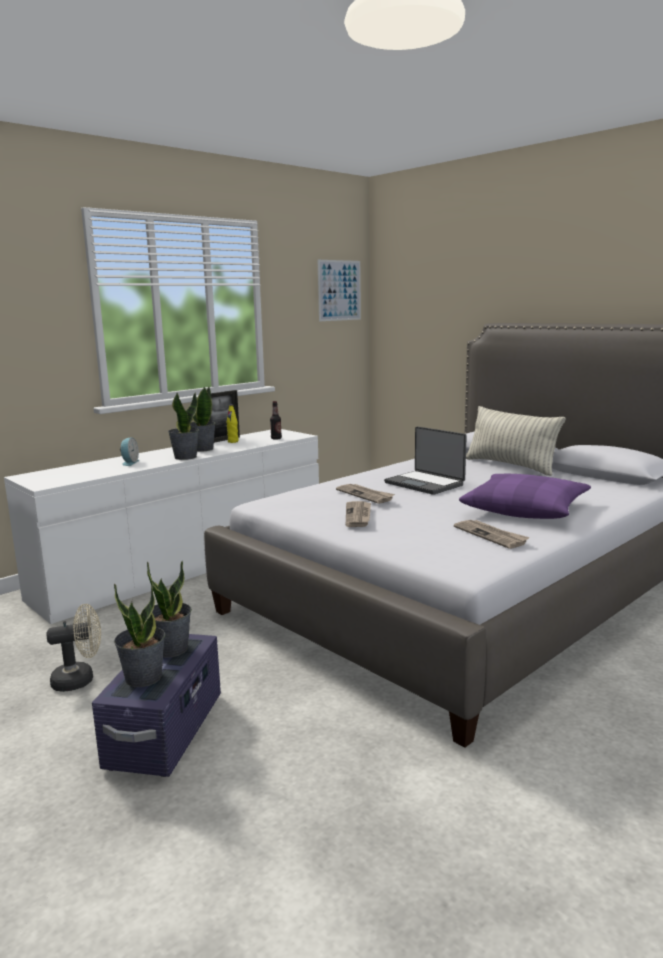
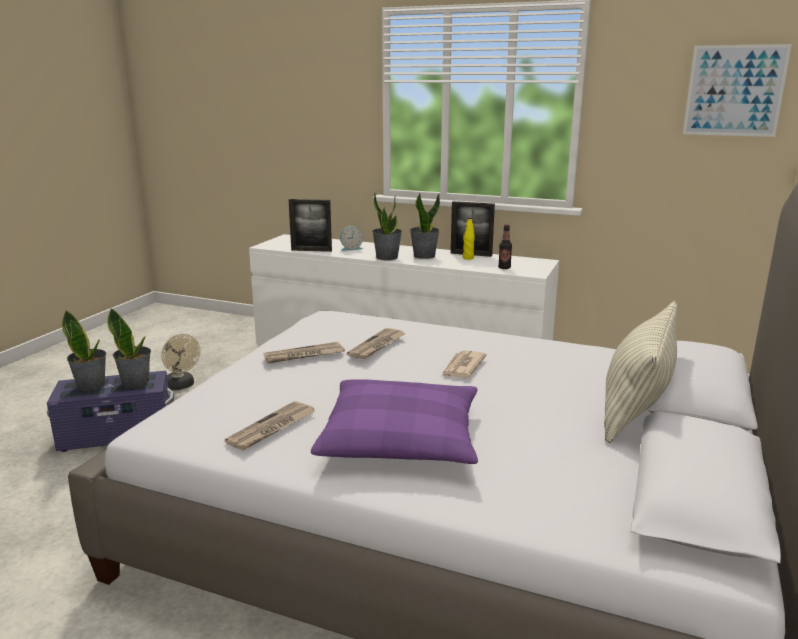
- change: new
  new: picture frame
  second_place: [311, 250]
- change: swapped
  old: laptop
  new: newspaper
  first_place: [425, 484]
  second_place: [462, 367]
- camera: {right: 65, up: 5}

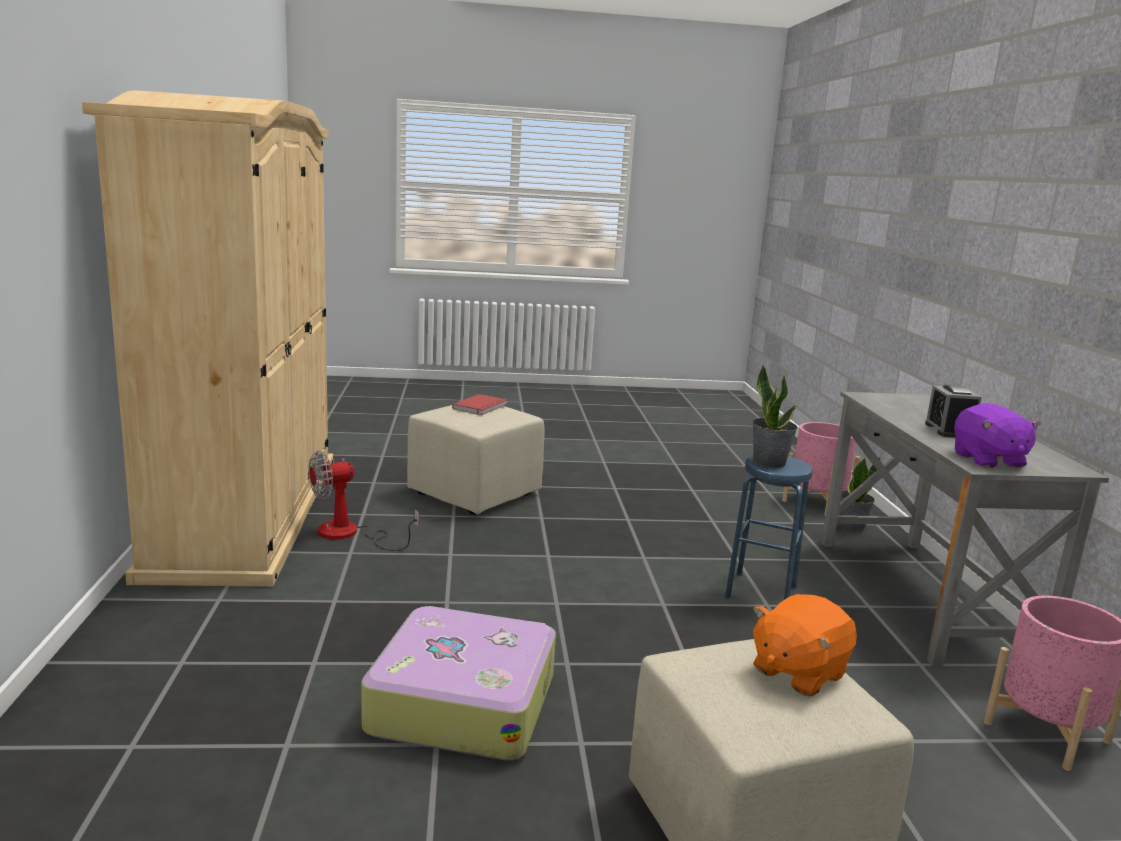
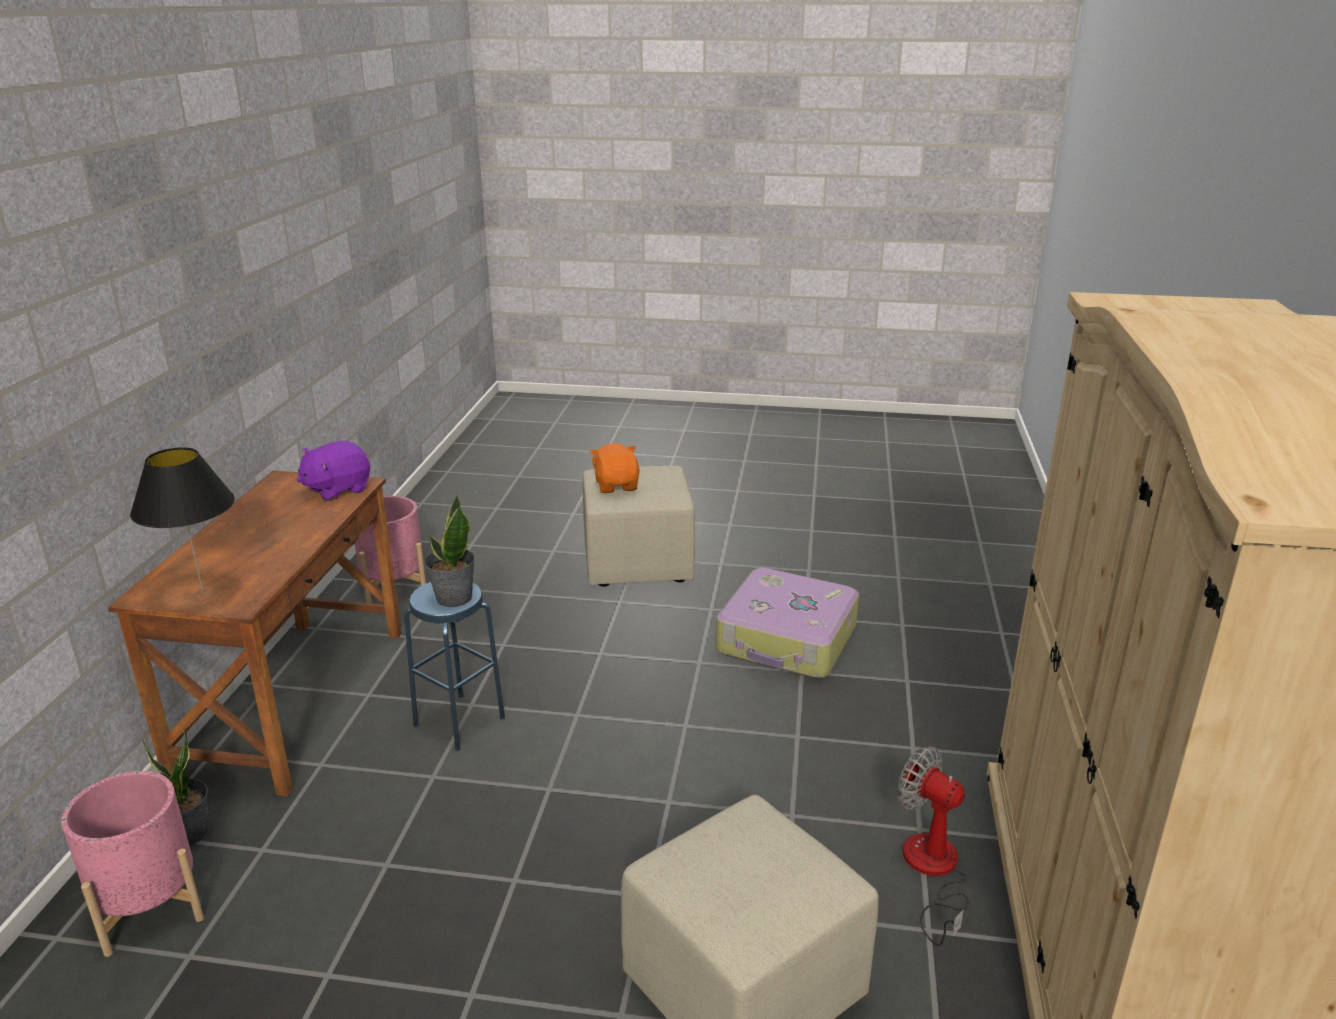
- change: gone
  old: book (red)
  first_place: [481, 407]
- change: gone
  old: alarm clock
  first_place: [949, 430]
- change: new
  new: table lamp (black)
  second_place: [203, 593]
- change: repainted
  old: desk (grey)
  new: desk (brown)
  first_place: [923, 597]
  second_place: [294, 700]
- change: rotated
  old: fan
  first_place: [350, 534]
  second_place: [932, 871]
  degrees: -120
- change: rotated
  old: plush toy (orange)
  first_place: [797, 672]
  second_place: [616, 485]
  degrees: -75
- change: rotated
  old: plush toy (purple)
  first_place: [988, 460]
  second_place: [337, 489]
  degrees: -135
- camera: {right: -165, up: 10}

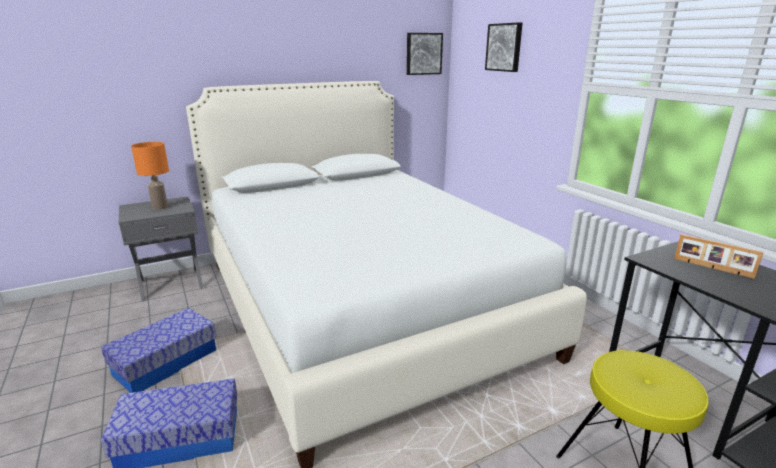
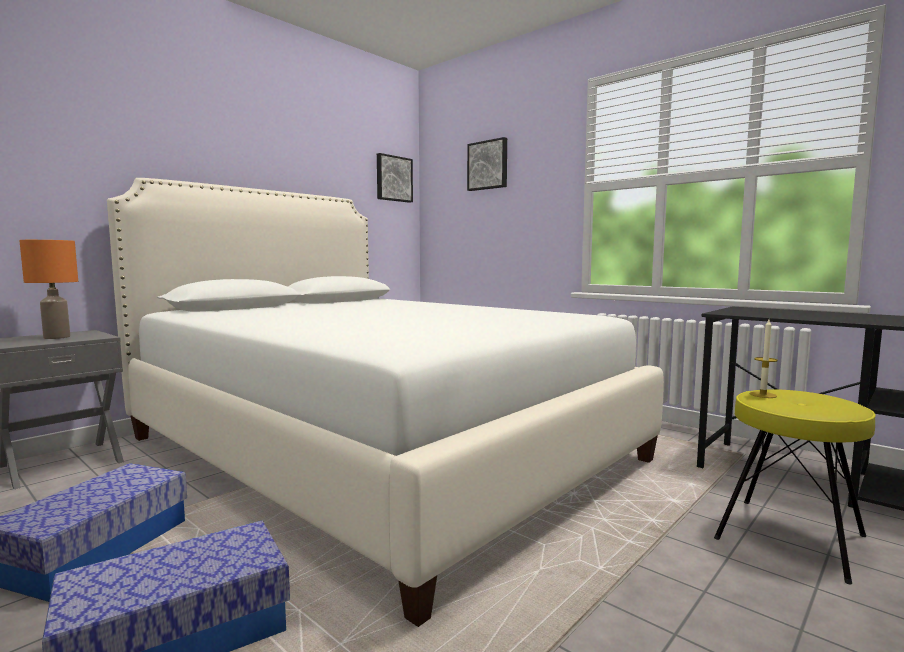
- change: gone
  old: picture frame
  first_place: [712, 268]
- change: new
  new: candle
  second_place: [763, 395]
- camera: {right: -20, up: -15}

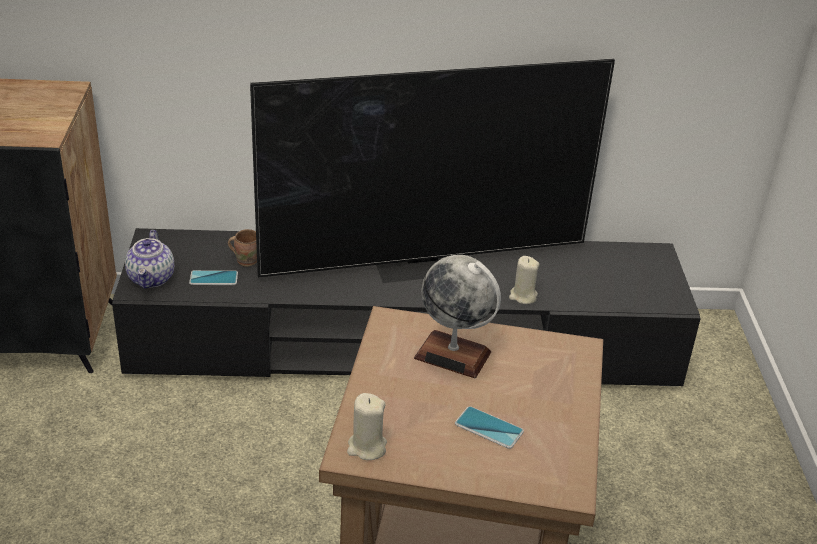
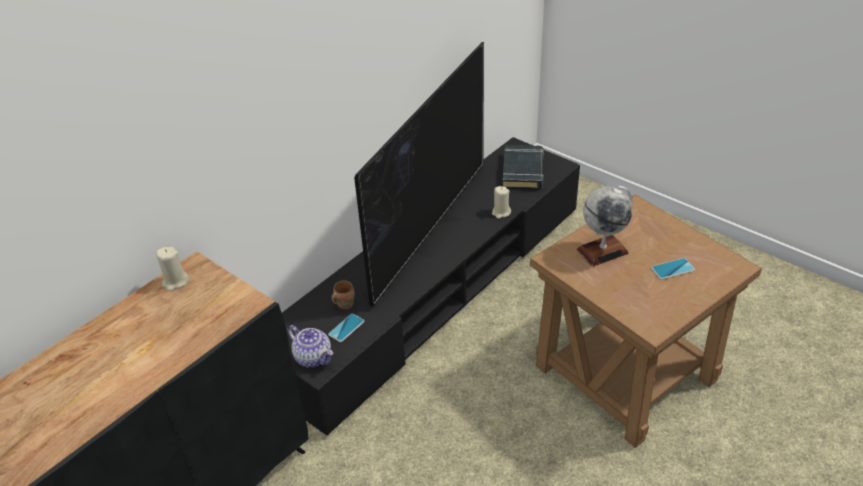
- change: new
  new: book (black)
  second_place: [523, 171]
- change: shifted
  old: candle (beige)
  first_place: [366, 447]
  second_place: [175, 282]
- camera: {right: -45, up: 5}

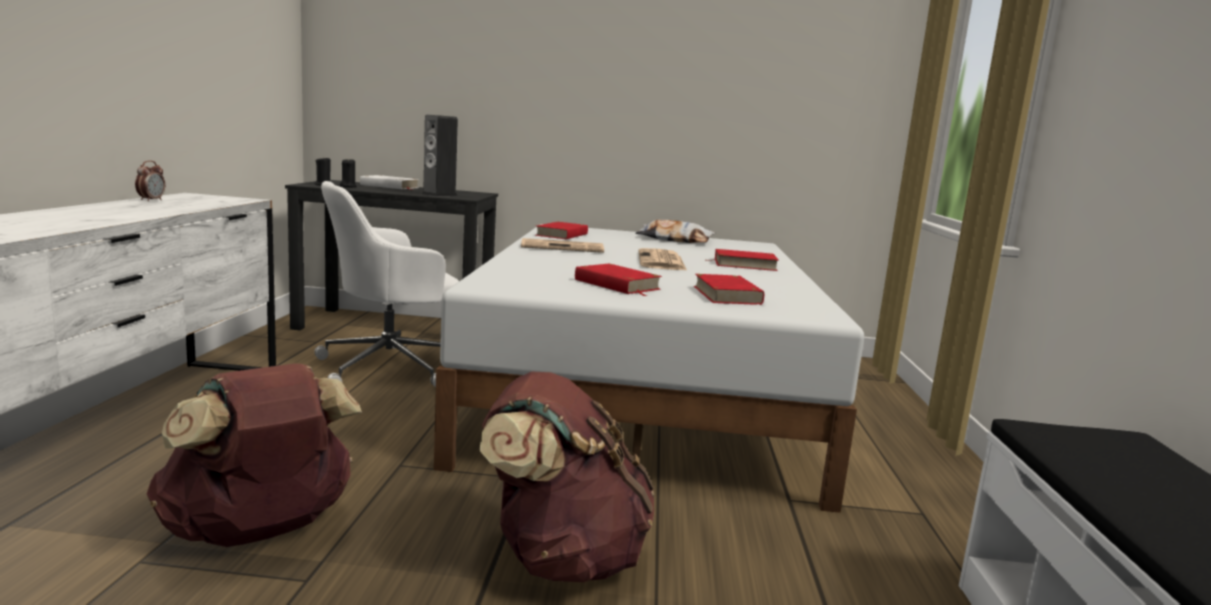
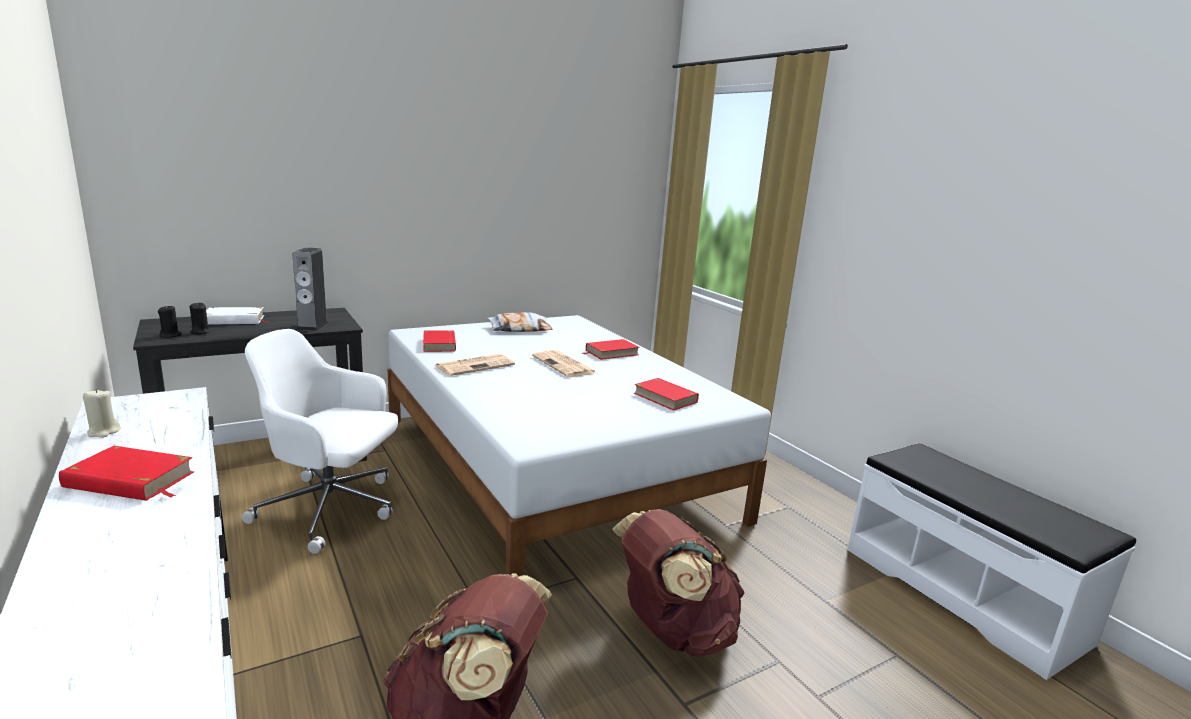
- change: shifted
  old: book (red)
  first_place: [617, 285]
  second_place: [130, 480]
- change: swapped
  old: alarm clock
  new: candle (beige)
  first_place: [151, 200]
  second_place: [103, 432]
- change: rotated
  old: office chair (white)
  first_place: [390, 367]
  second_place: [331, 509]
  degrees: 75
- camera: {right: -35, up: 5}

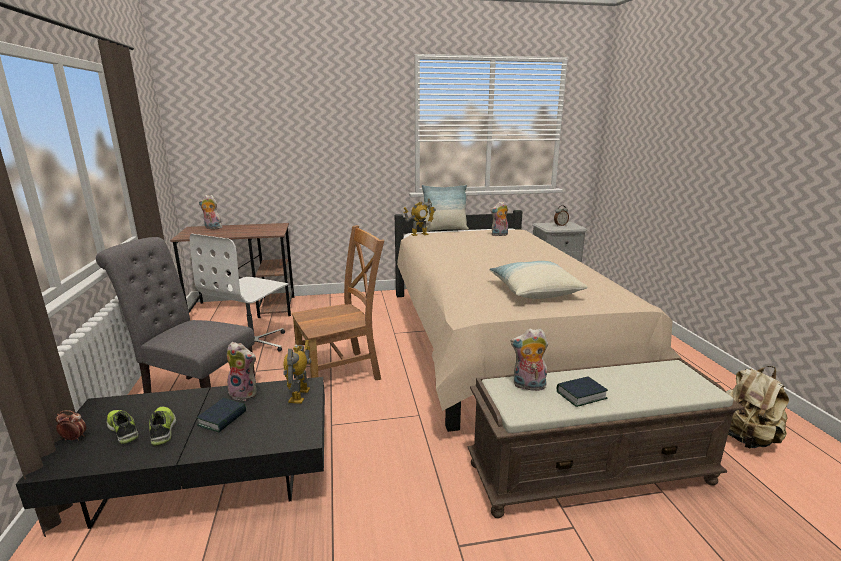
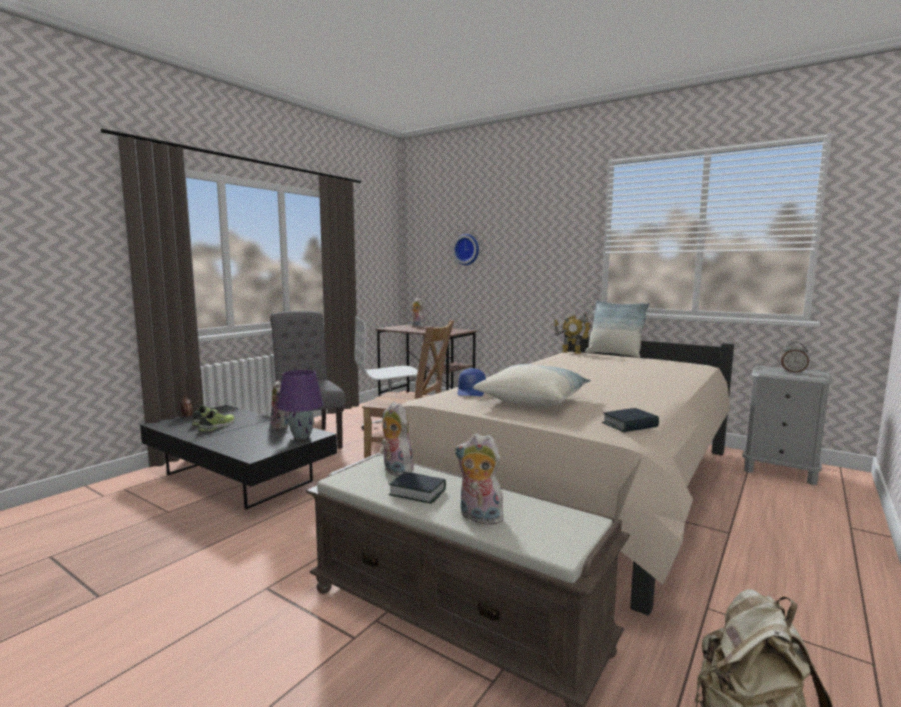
- change: new
  new: wall clock
  second_place: [467, 249]
- change: new
  new: cap (blue)
  second_place: [472, 392]
- change: shifted
  old: book
  first_place: [222, 418]
  second_place: [630, 425]
- change: shifted
  old: plush toy
  first_place: [499, 235]
  second_place: [478, 518]
- change: swapped
  old: toy robot
  new: table lamp (purple)
  first_place: [300, 395]
  second_place: [301, 437]
- camera: {right: 45, up: -10}

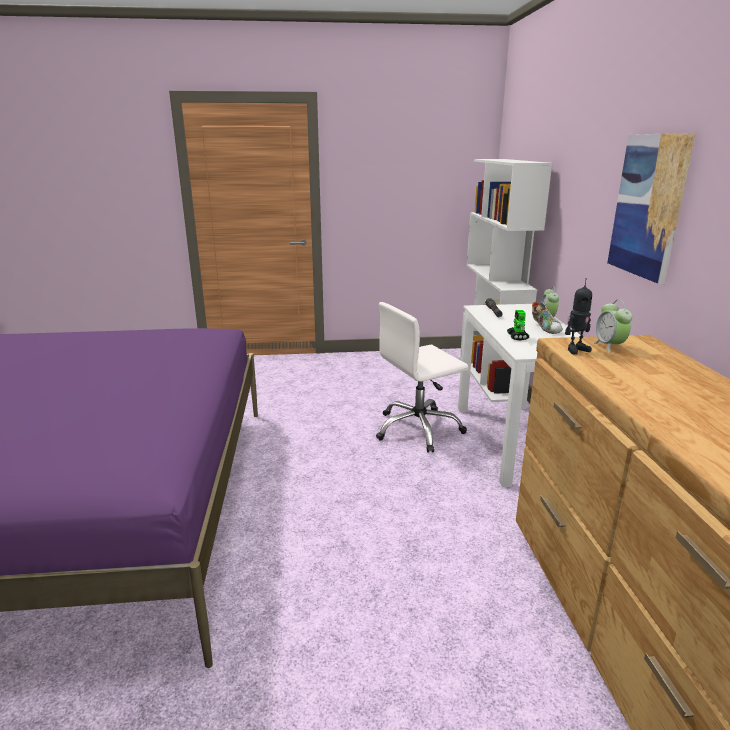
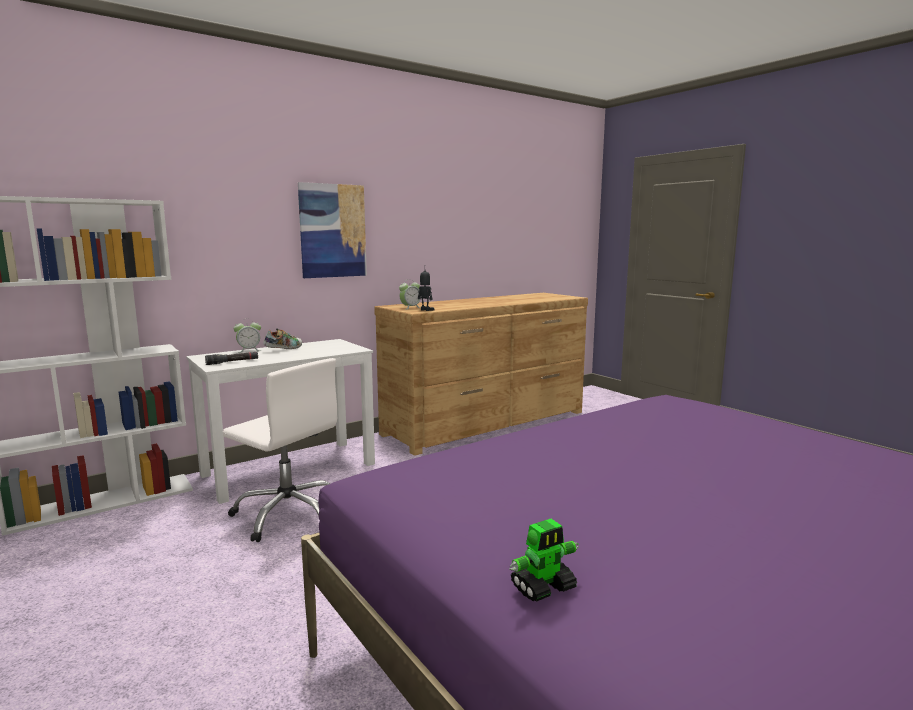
- change: shifted
  old: toy robot
  first_place: [517, 337]
  second_place: [544, 587]
- camera: {right: -120, up: -10}

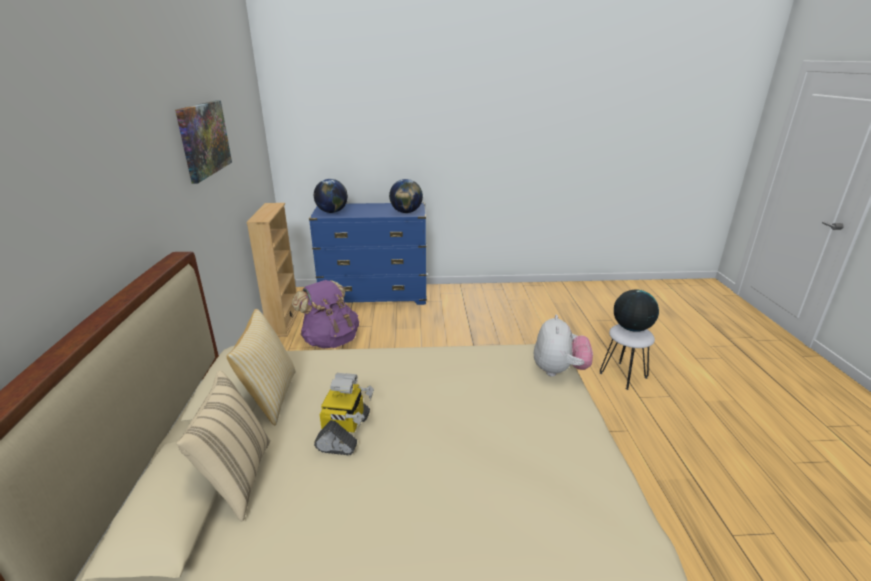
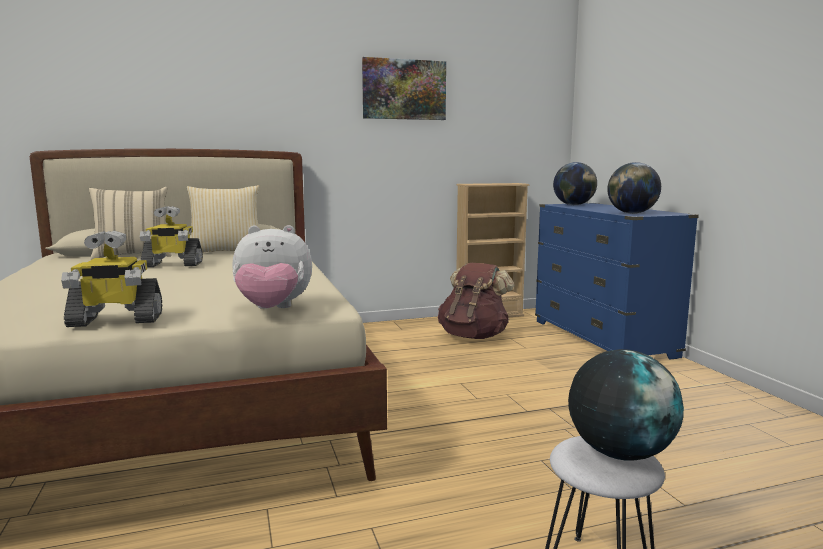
- change: new
  new: toy robot
  second_place: [115, 320]
- change: repainted
  old: backpack (purple)
  new: backpack (brown)
  first_place: [330, 340]
  second_place: [473, 336]
- camera: {right: 75, up: -15}

